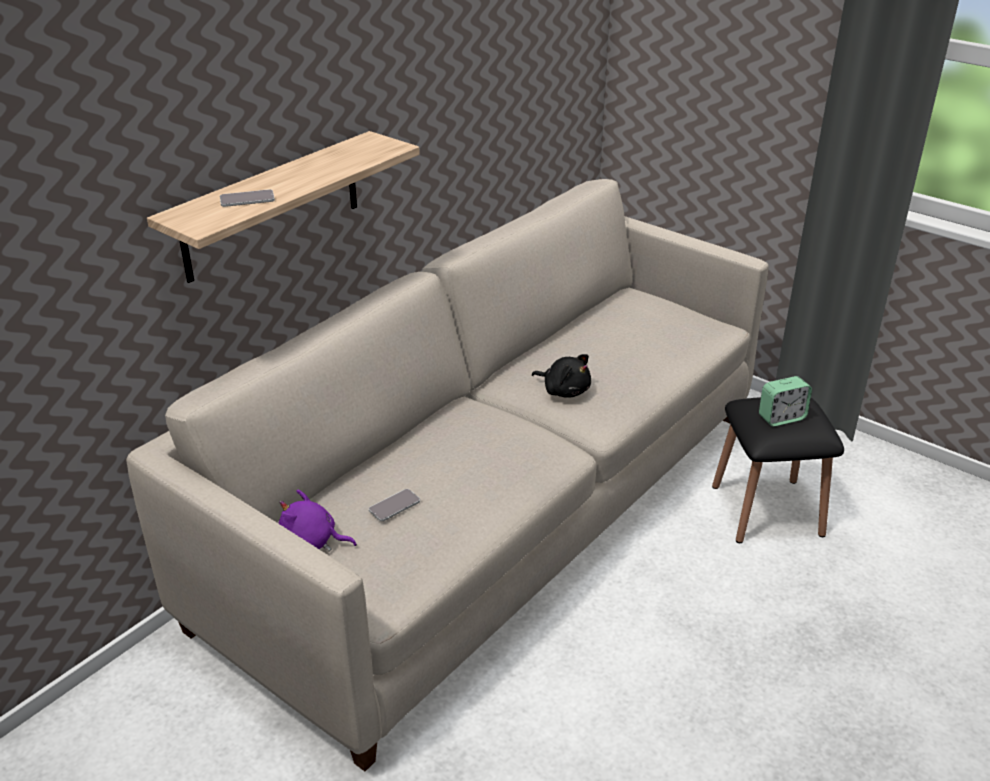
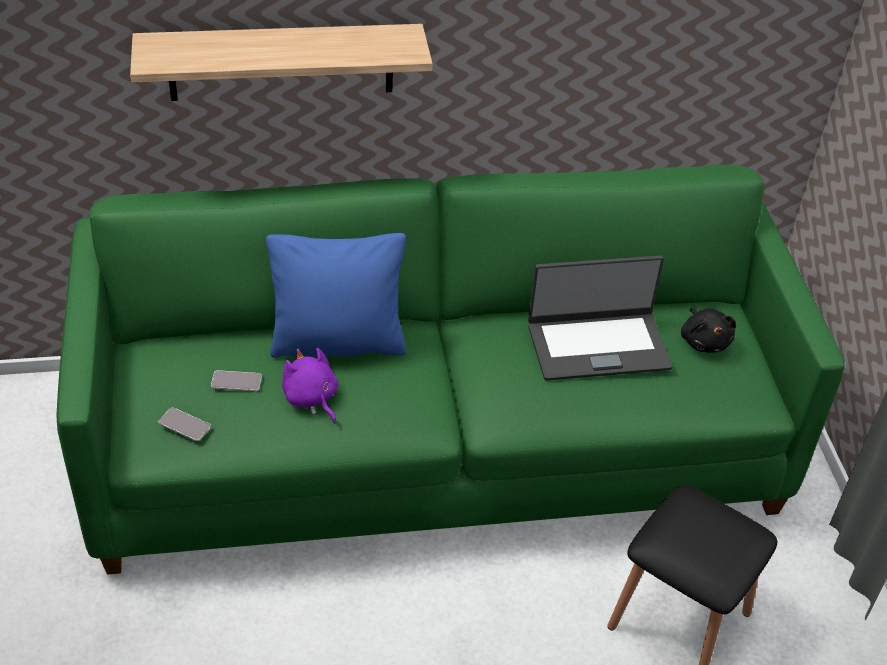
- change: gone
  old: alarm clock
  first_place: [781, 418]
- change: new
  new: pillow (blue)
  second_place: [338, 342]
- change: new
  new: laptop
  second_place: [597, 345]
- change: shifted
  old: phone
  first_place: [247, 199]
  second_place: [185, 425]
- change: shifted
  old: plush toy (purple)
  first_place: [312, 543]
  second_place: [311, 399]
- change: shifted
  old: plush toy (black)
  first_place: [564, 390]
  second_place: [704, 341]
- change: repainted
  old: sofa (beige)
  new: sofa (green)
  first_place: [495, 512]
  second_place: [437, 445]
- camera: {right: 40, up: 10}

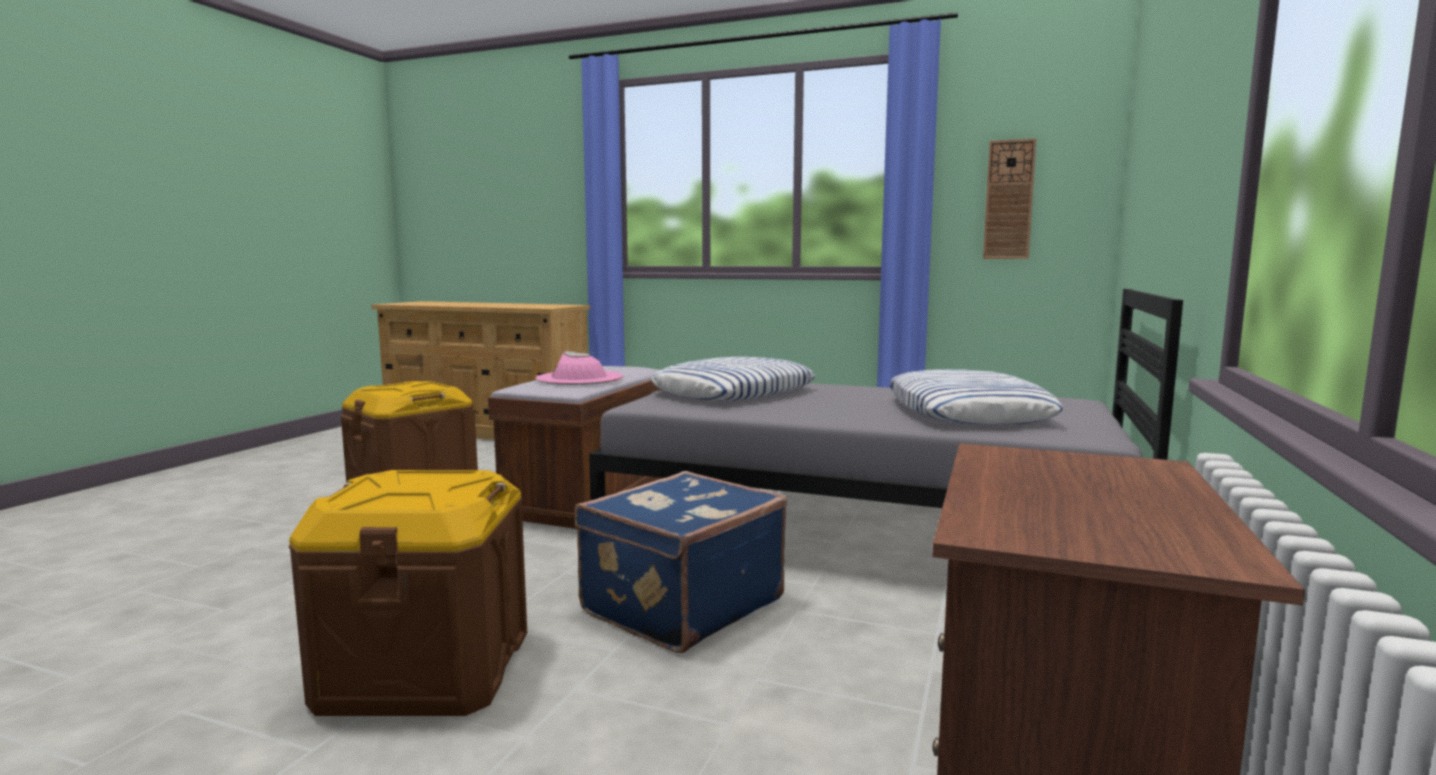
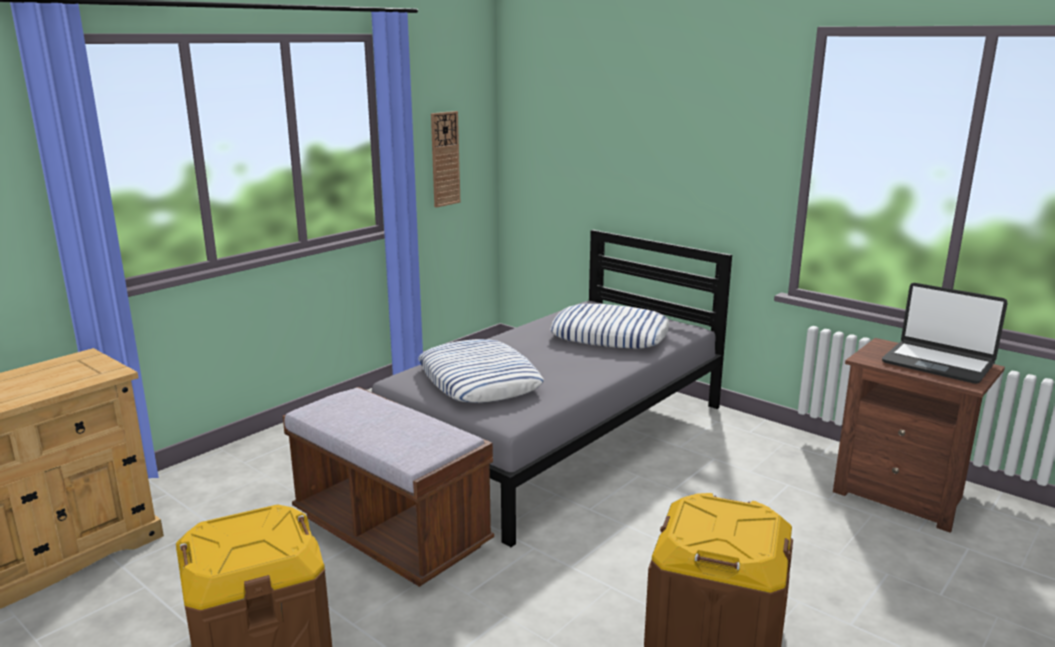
- change: gone
  old: hat (pink)
  first_place: [579, 378]
- change: gone
  old: suitcase (blue)
  first_place: [679, 605]
- change: new
  new: laptop
  second_place: [938, 363]
- camera: {right: -70, up: 10}

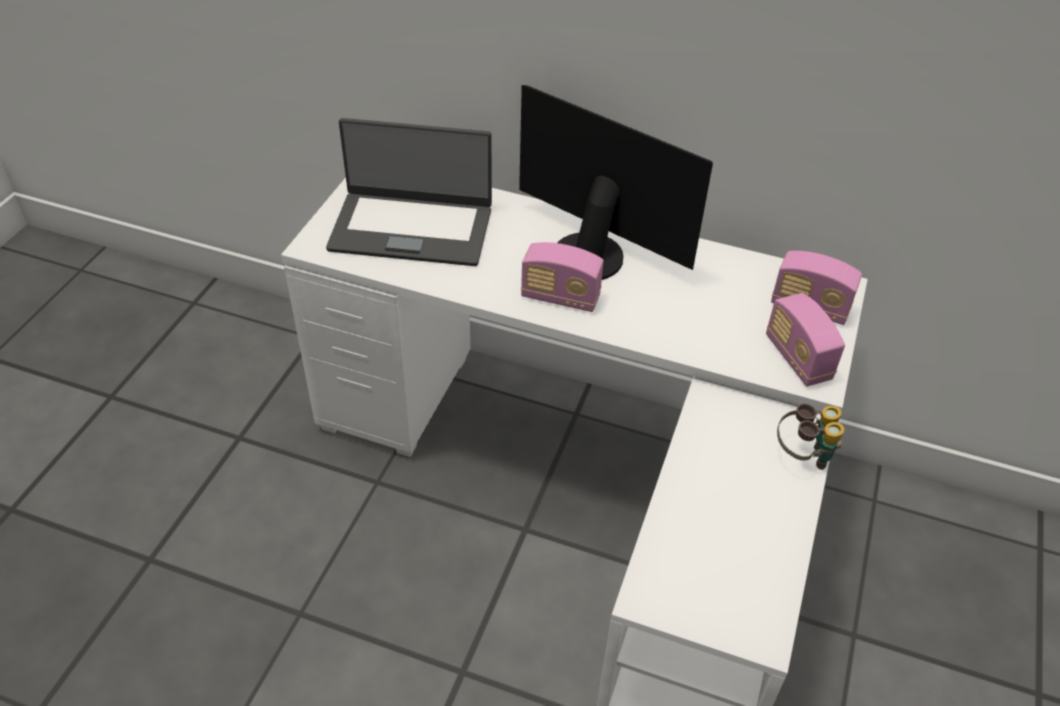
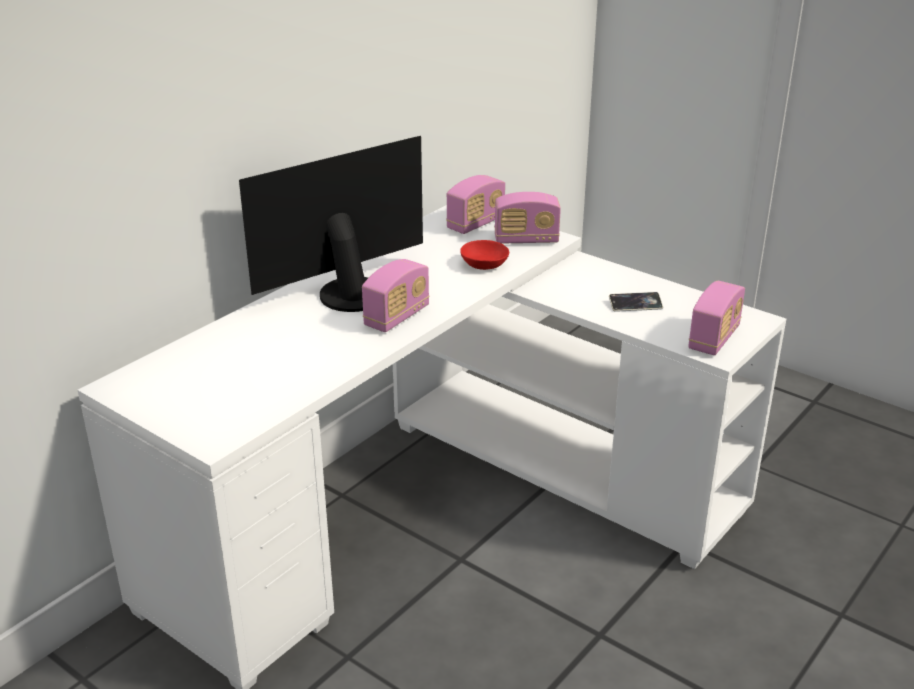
- change: gone
  old: laptop
  first_place: [411, 228]
- change: gone
  old: binoculars
  first_place: [803, 456]
- change: new
  new: bowl (red)
  second_place: [486, 264]
- change: new
  new: phone
  second_place: [635, 305]
- change: new
  new: radio
  second_place: [714, 339]
- camera: {right: -70, up: -15}

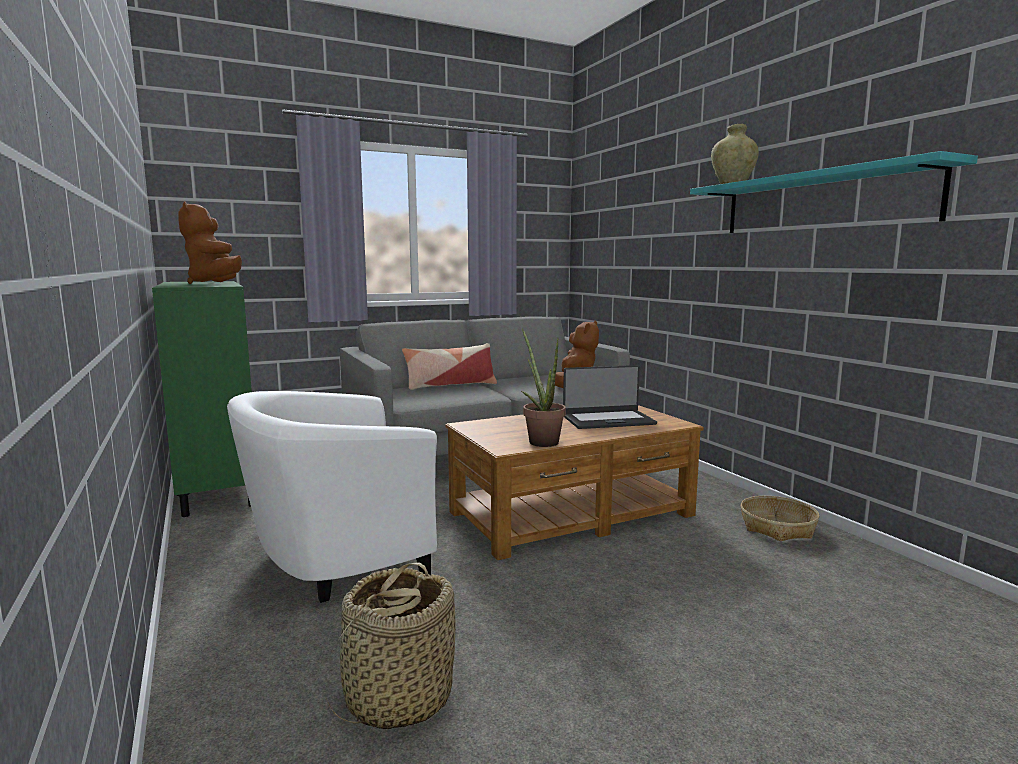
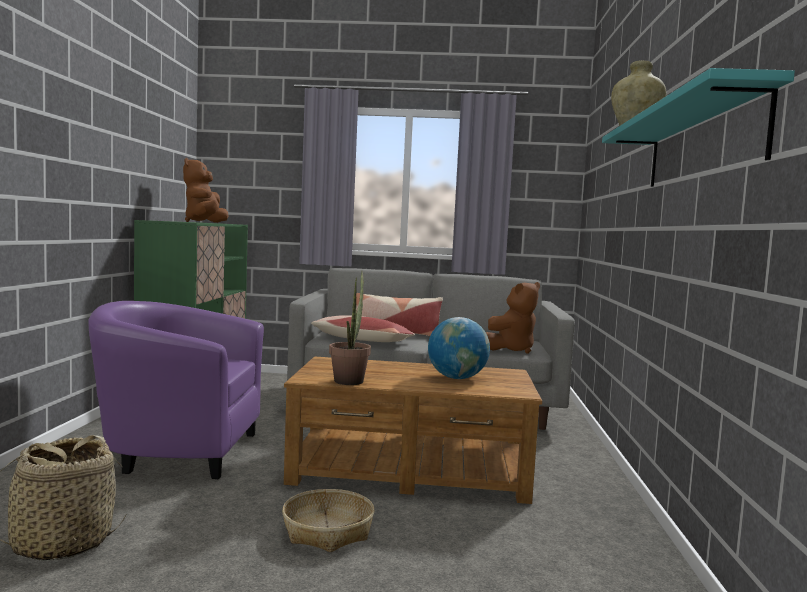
- change: new
  new: pillow
  second_place: [361, 340]
- change: shifted
  old: basket
  first_place: [777, 527]
  second_place: [328, 531]
- change: swapped
  old: laptop
  new: globe
  first_place: [608, 420]
  second_place: [457, 378]
- change: repainted
  old: armchair (white)
  new: armchair (purple)
  first_place: [335, 560]
  second_place: [177, 451]
- camera: {right: 30, up: -5}

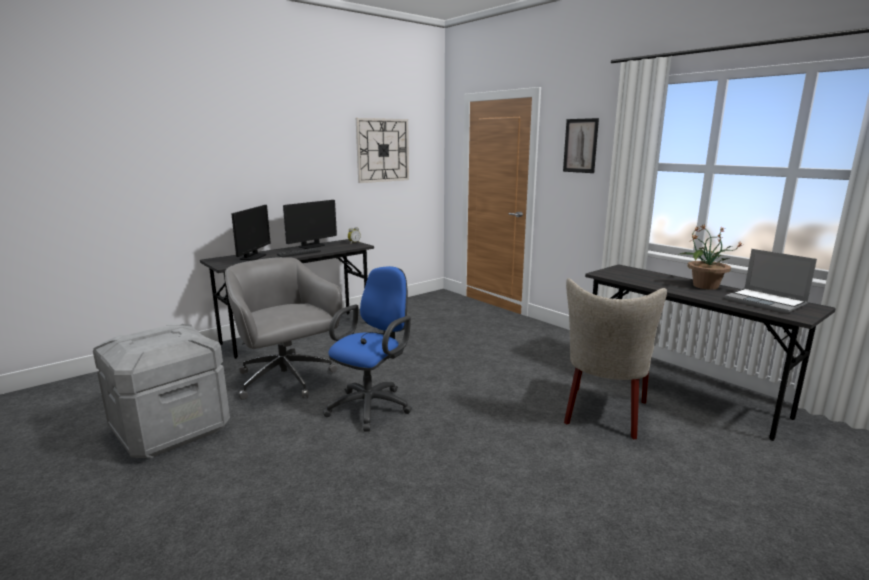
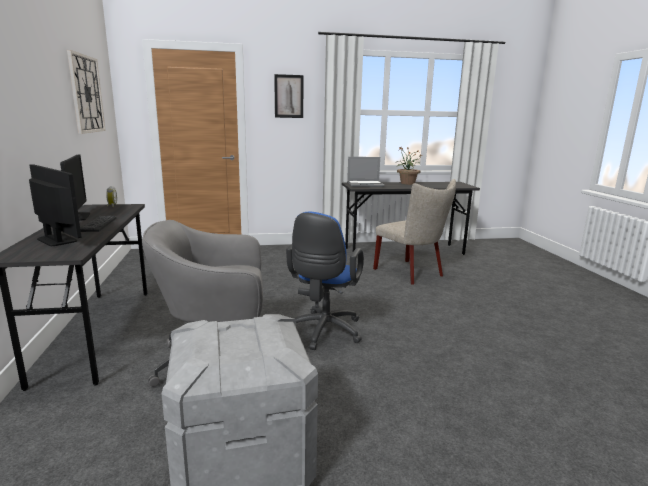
- change: shifted
  old: laptop
  first_place: [766, 302]
  second_place: [365, 184]
- change: rotated
  old: office chair (blue)
  first_place: [372, 405]
  second_place: [323, 332]
  degrees: -135
- camera: {right: -60, up: 0}

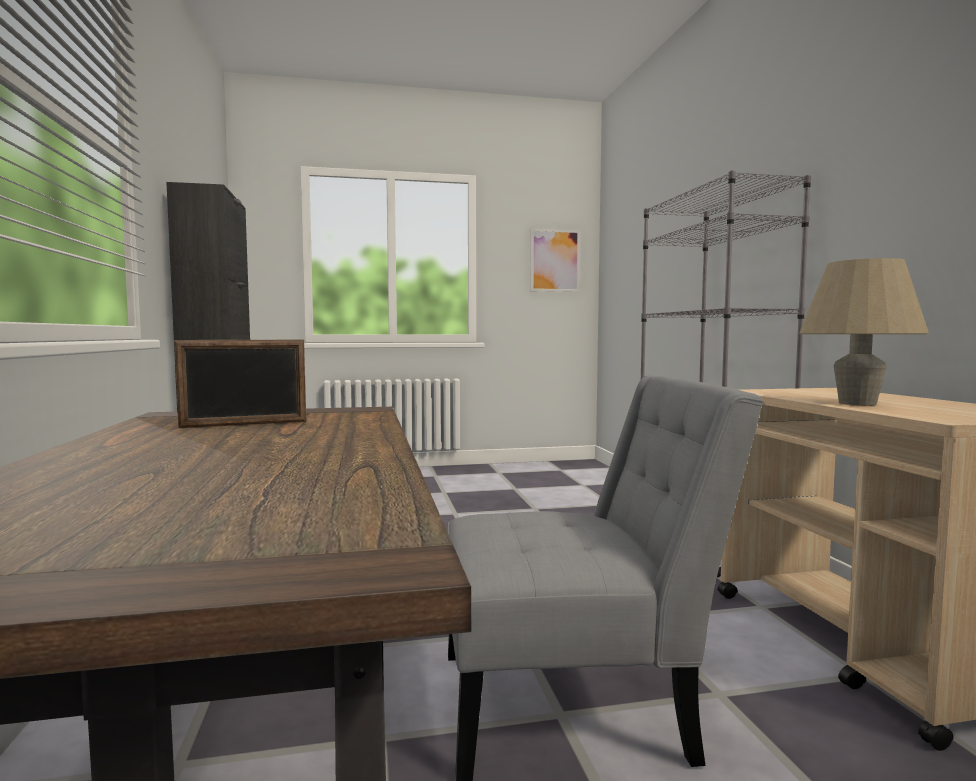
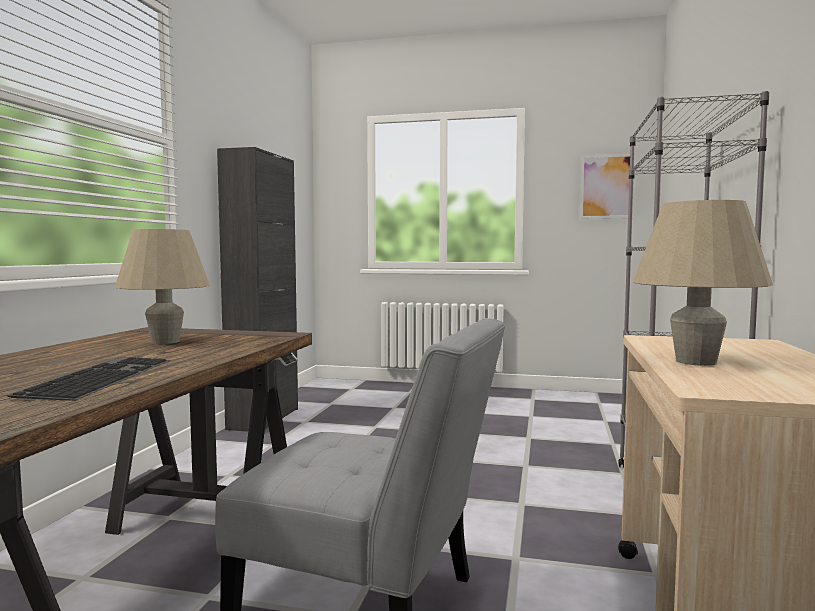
- change: new
  new: keyboard
  second_place: [97, 377]
- change: swapped
  old: picture frame
  new: table lamp (beige)
  first_place: [244, 424]
  second_place: [165, 341]
- camera: {right: 25, up: 0}

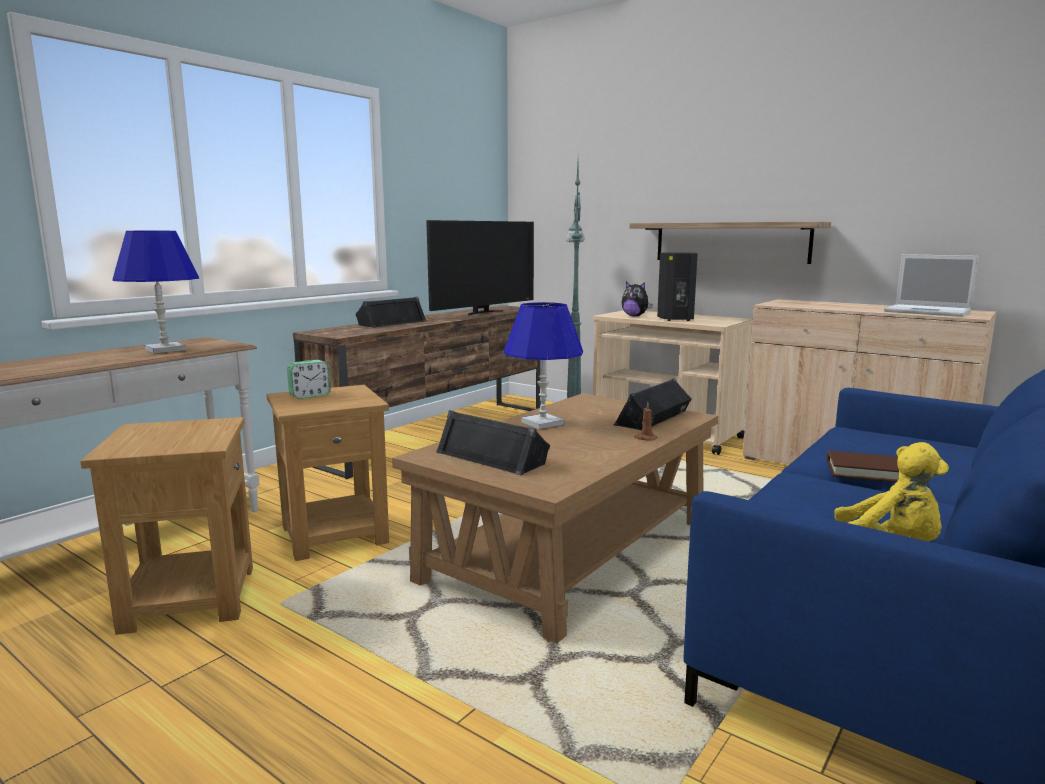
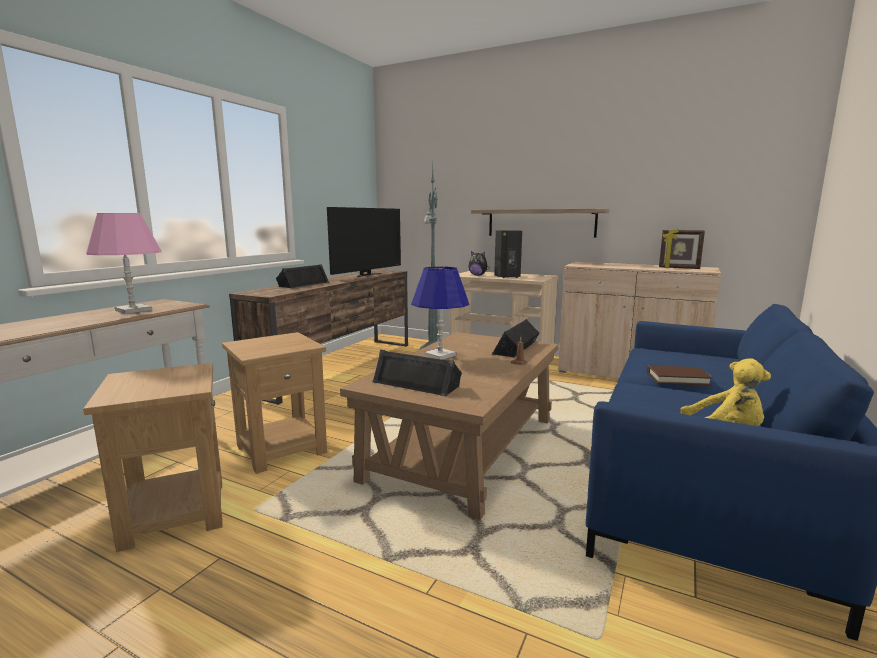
- change: gone
  old: alarm clock
  first_place: [310, 395]
- change: swapped
  old: laptop
  new: picture frame
  first_place: [929, 311]
  second_place: [679, 268]
- change: repainted
  old: table lamp (blue)
  new: table lamp (pink)
  first_place: [165, 349]
  second_place: [133, 310]
- camera: {right: -10, up: 0}

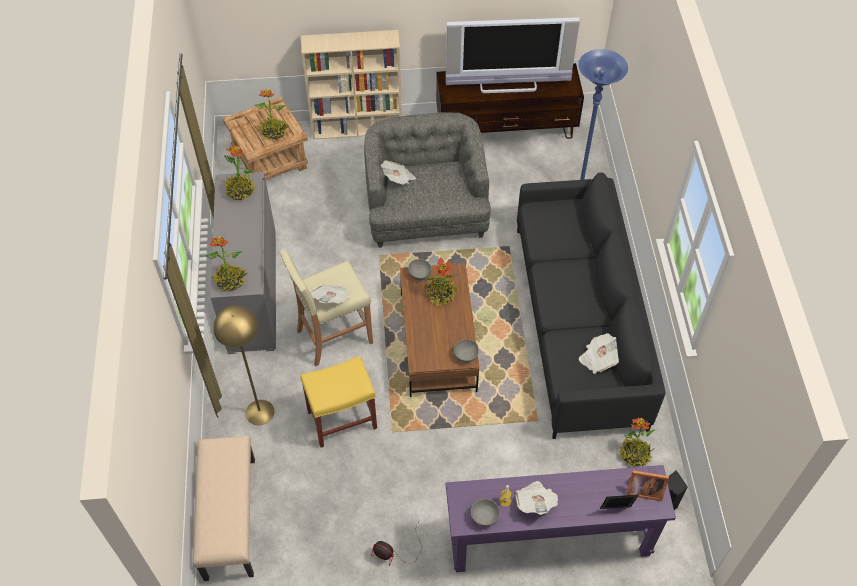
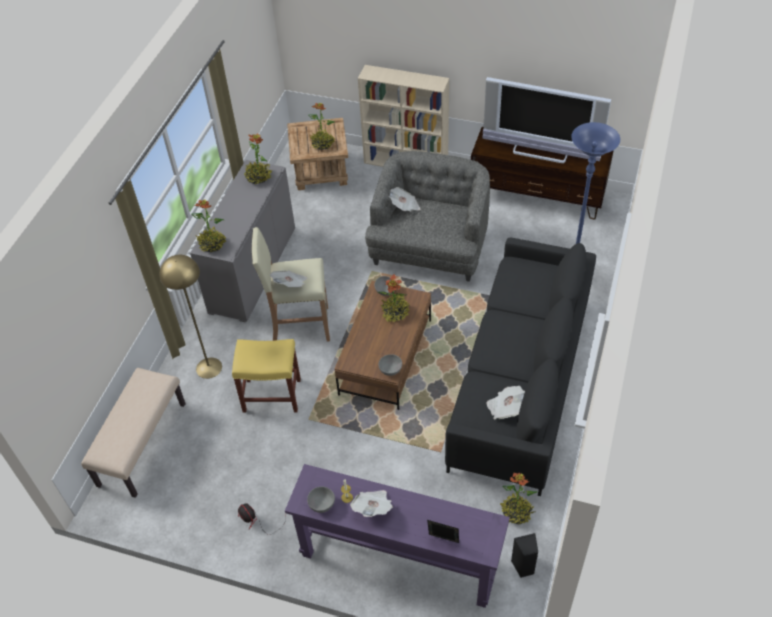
- change: gone
  old: picture frame
  first_place: [643, 490]
- camera: {right: 25, up: -5}

